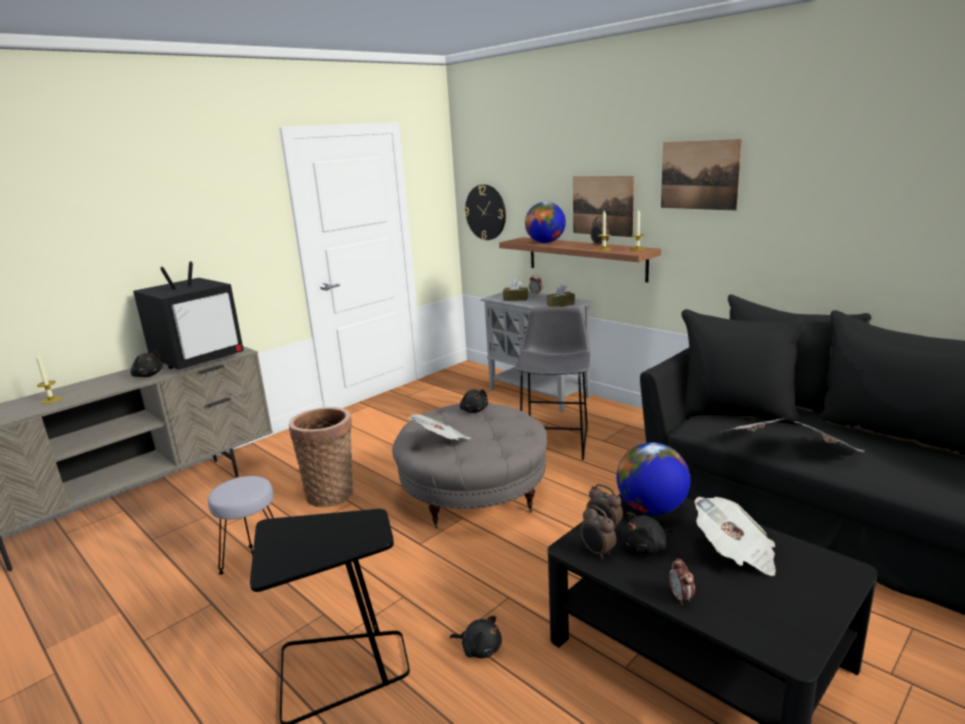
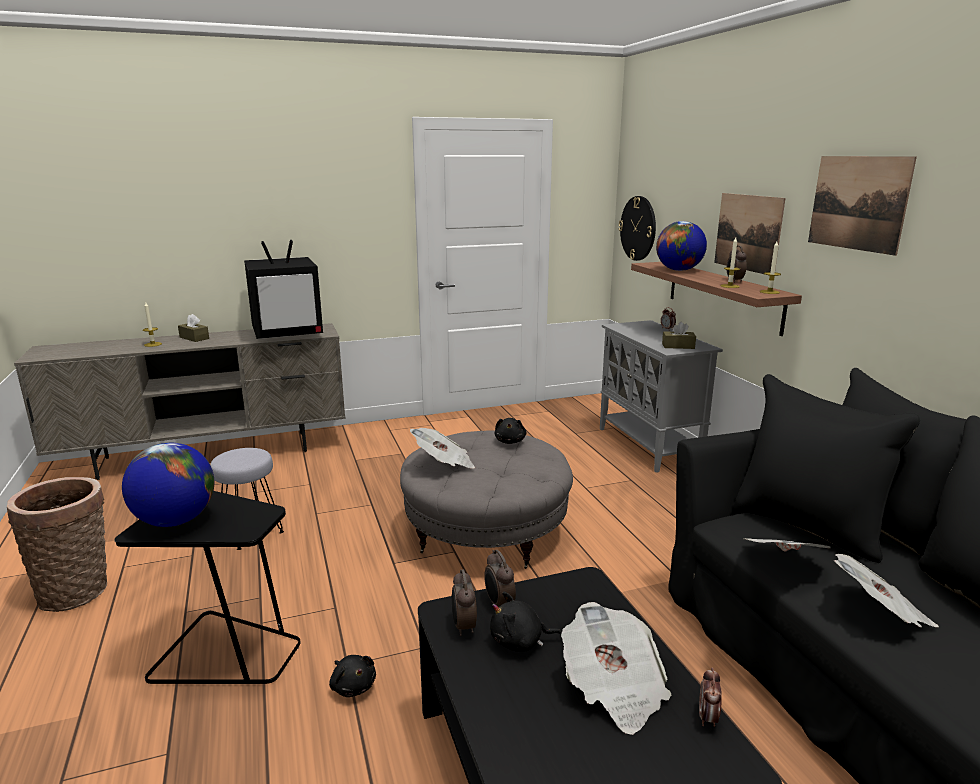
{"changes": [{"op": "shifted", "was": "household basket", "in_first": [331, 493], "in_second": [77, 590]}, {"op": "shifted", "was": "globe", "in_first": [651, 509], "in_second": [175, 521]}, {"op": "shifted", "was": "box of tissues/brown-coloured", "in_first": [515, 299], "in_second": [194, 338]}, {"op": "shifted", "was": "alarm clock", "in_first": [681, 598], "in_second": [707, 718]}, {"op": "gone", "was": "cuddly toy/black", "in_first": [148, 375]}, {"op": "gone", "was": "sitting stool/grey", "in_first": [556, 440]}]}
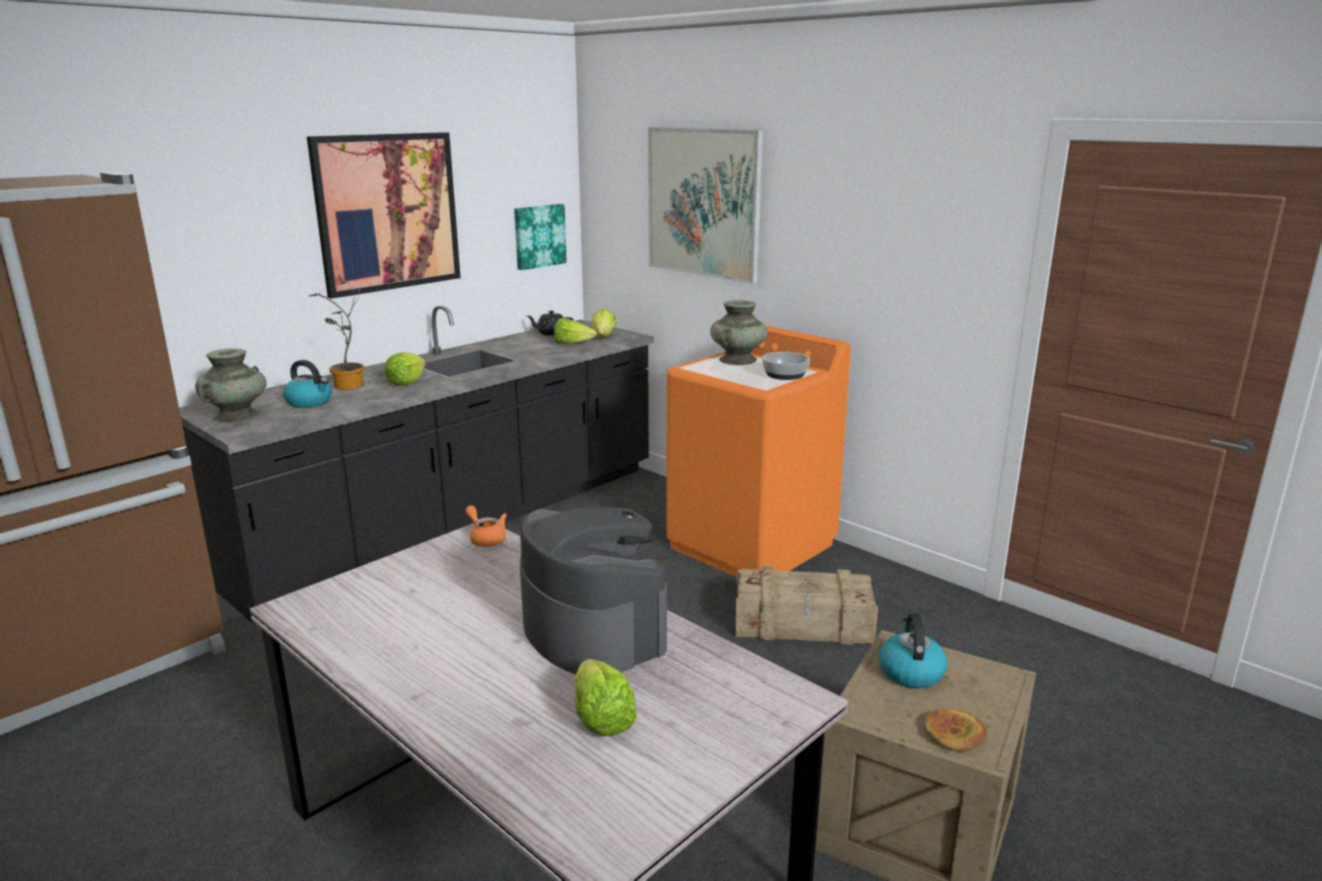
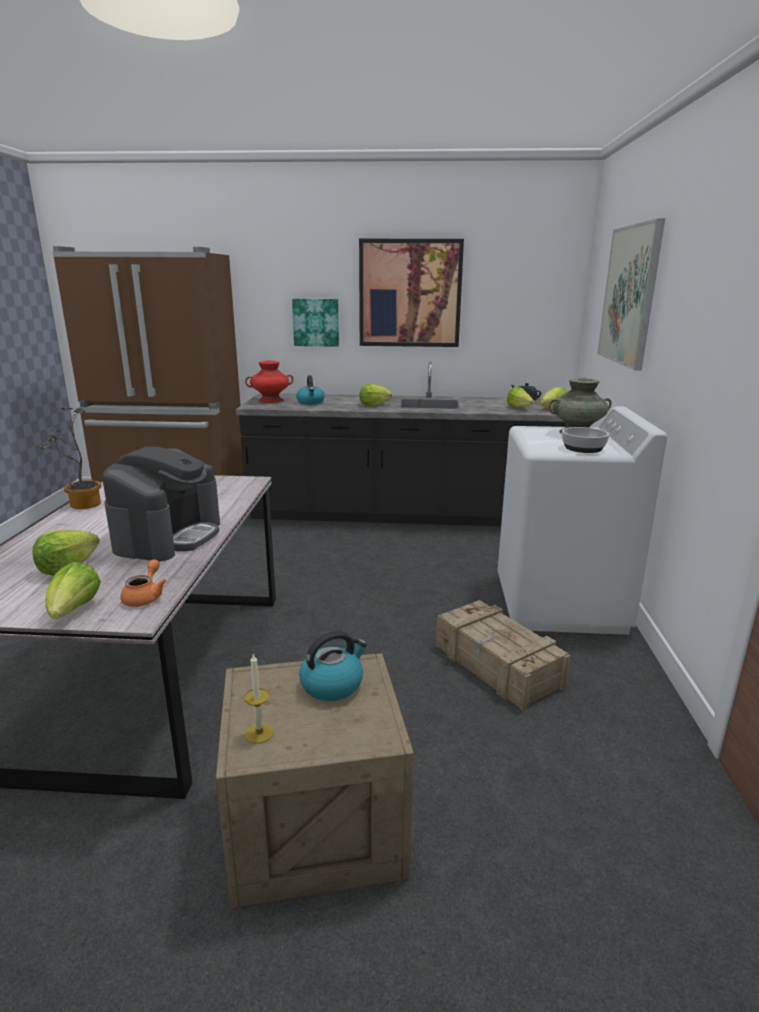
{"changes": [{"op": "shifted", "was": "plant in a pot", "in_first": [349, 387], "in_second": [81, 505]}, {"op": "new", "now": "lettuce head", "in_second": [74, 612]}, {"op": "shifted", "was": "teapot/orangey", "in_first": [486, 538], "in_second": [145, 597]}, {"op": "swapped", "was": "bread", "now": "wax light", "in_first": [954, 734], "in_second": [259, 733]}, {"op": "repainted", "was": "vase/turquoise", "now": "vase/red", "in_first": [236, 416], "in_second": [270, 400]}, {"op": "shifted", "was": "wall art", "in_first": [539, 236], "in_second": [316, 322]}, {"op": "repainted", "was": "laundry machine/orangey", "now": "laundry machine/white", "in_first": [752, 546], "in_second": [560, 604]}]}
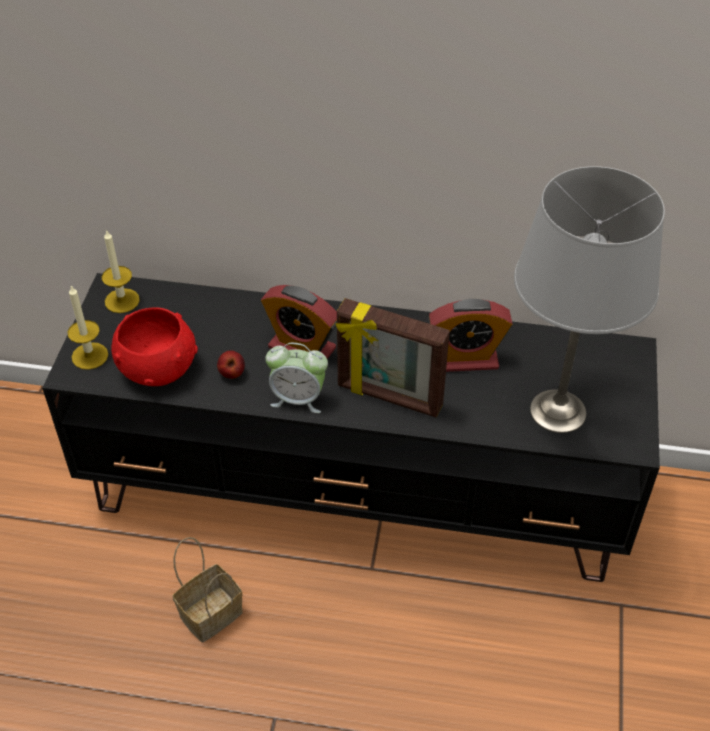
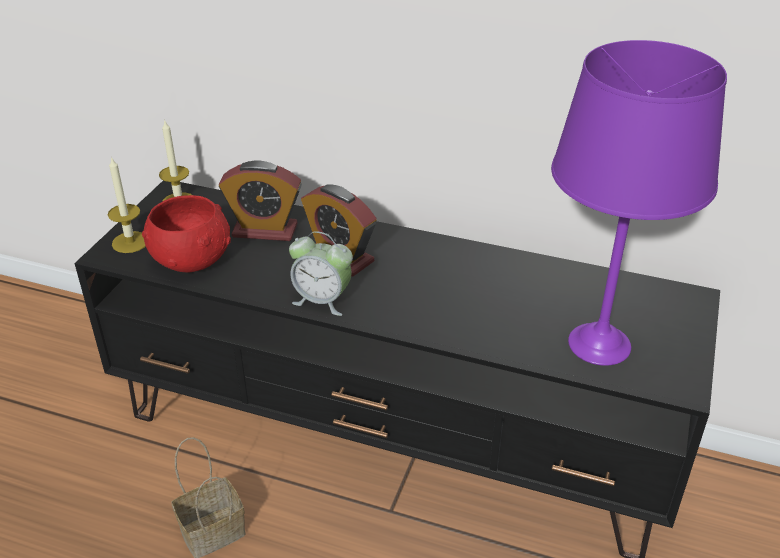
{"changes": [{"op": "shifted", "was": "alarm clock", "in_first": [466, 359], "in_second": [265, 230]}, {"op": "repainted", "was": "lamp for a table/grey", "now": "lamp for a table/purple-coloured", "in_first": [557, 412], "in_second": [598, 344]}, {"op": "gone", "was": "apple fruit", "in_first": [232, 373]}, {"op": "gone", "was": "photo frame", "in_first": [389, 397]}]}
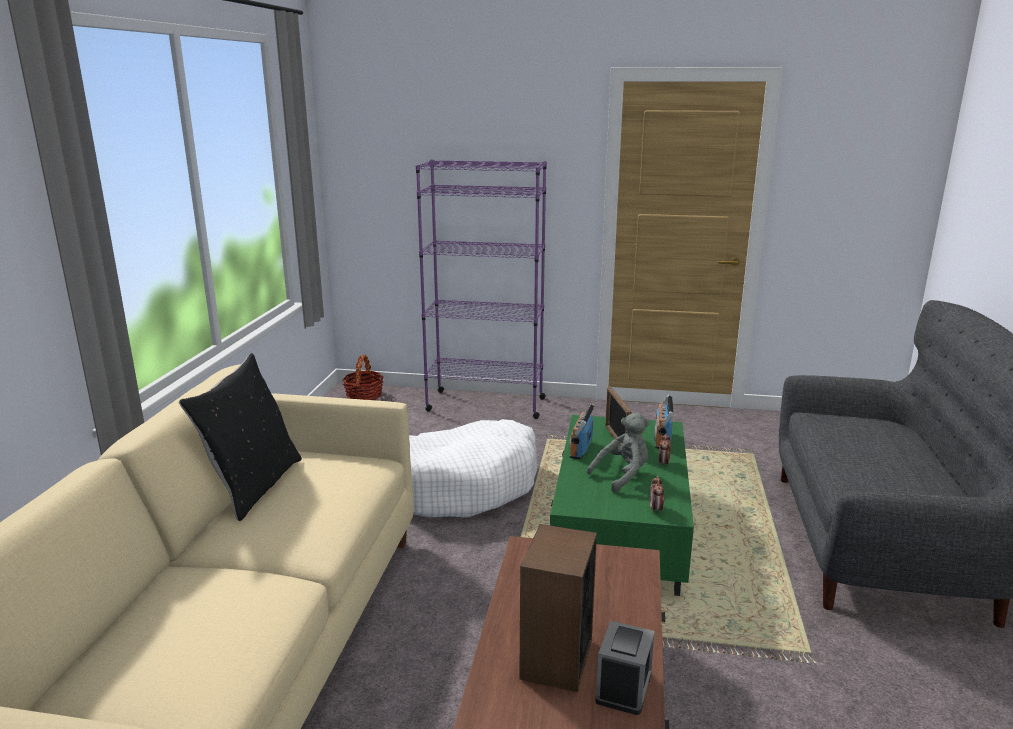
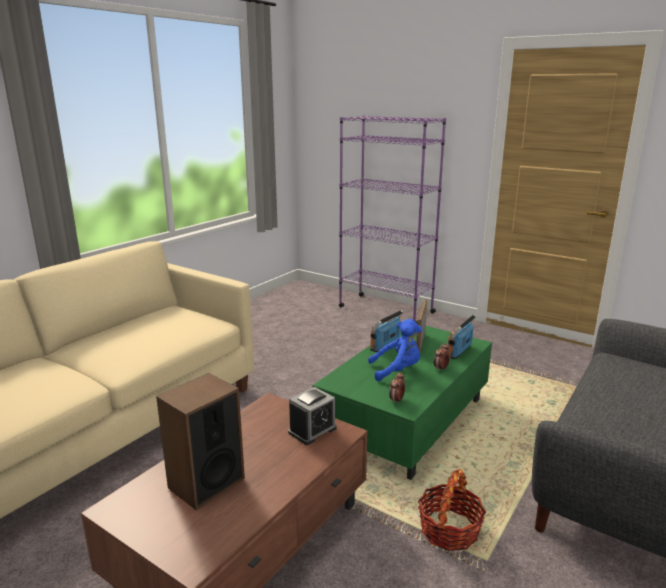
{"changes": [{"op": "shifted", "was": "alarm clock", "in_first": [624, 687], "in_second": [312, 430]}, {"op": "repainted", "was": "cuddly toy/grey", "now": "cuddly toy/bluish", "in_first": [622, 476], "in_second": [397, 371]}, {"op": "shifted", "was": "household basket", "in_first": [364, 396], "in_second": [449, 530]}, {"op": "gone", "was": "throw pillow/black", "in_first": [253, 486]}, {"op": "gone", "was": "pet bed/white", "in_first": [461, 485]}]}
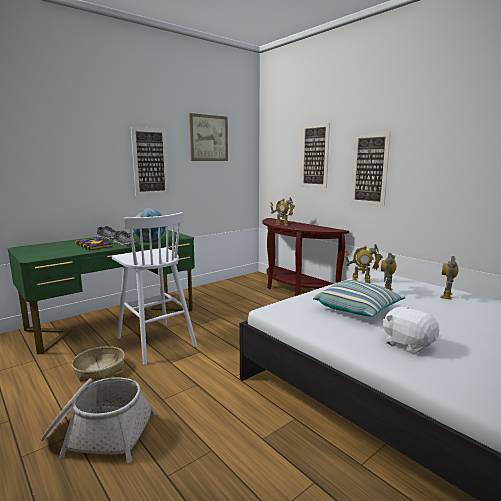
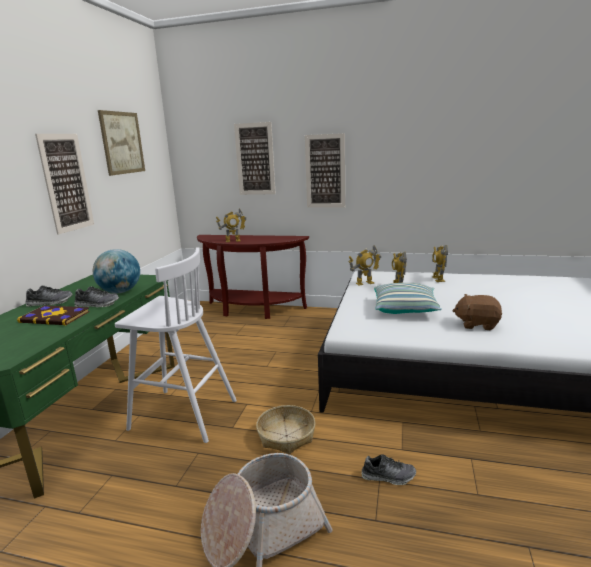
{"changes": [{"op": "shifted", "was": "household basket", "in_first": [99, 370], "in_second": [286, 436]}, {"op": "new", "now": "item of footwear", "in_second": [388, 476]}, {"op": "repainted", "was": "cuddly toy/white", "now": "cuddly toy/brown-coloured", "in_first": [408, 344], "in_second": [477, 324]}]}
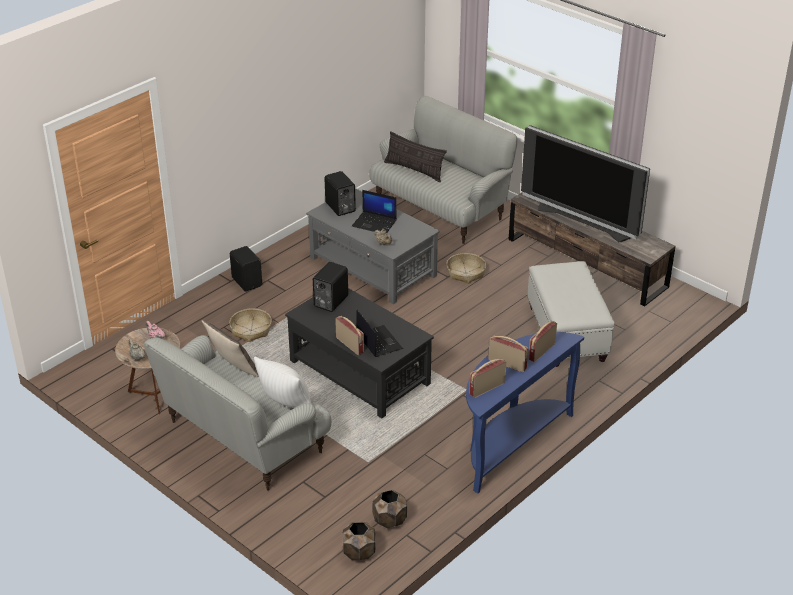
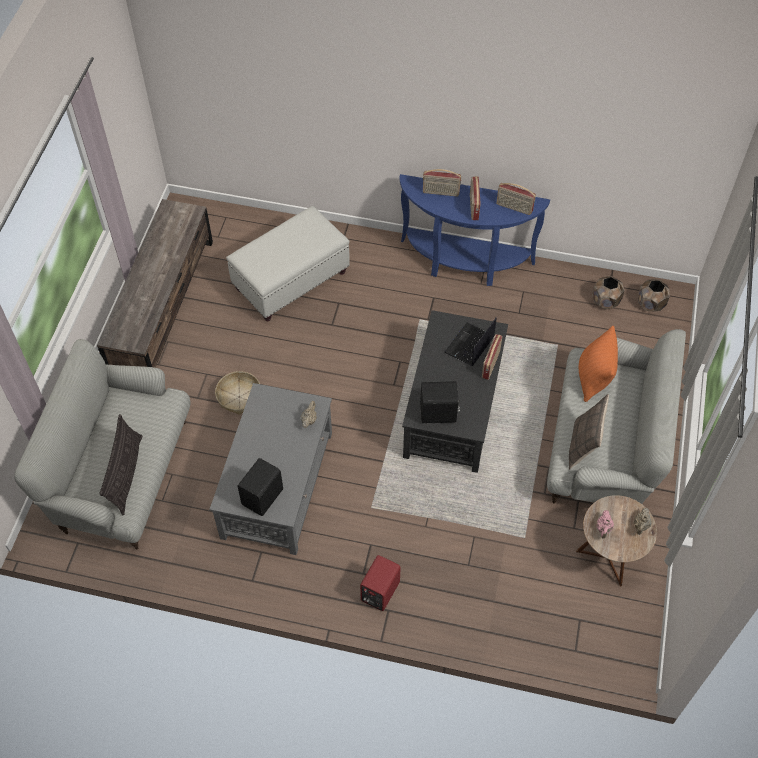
{"changes": [{"op": "repainted", "was": "speaker/black", "now": "speaker/red", "in_first": [247, 281], "in_second": [379, 591]}, {"op": "repainted", "was": "throw pillow/white", "now": "throw pillow/orangey", "in_first": [285, 403], "in_second": [593, 378]}, {"op": "gone", "was": "household basket", "in_first": [251, 330]}, {"op": "gone", "was": "notebook computer", "in_first": [375, 223]}, {"op": "gone", "was": "television", "in_first": [583, 222]}]}
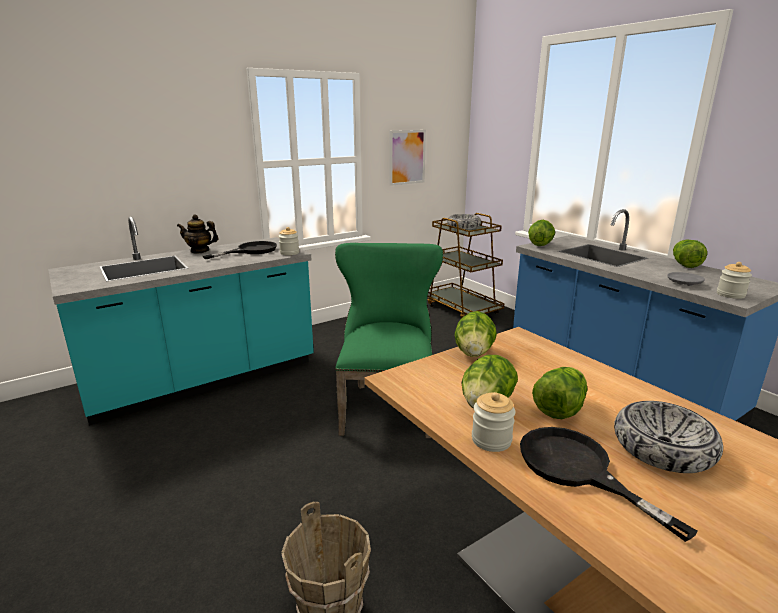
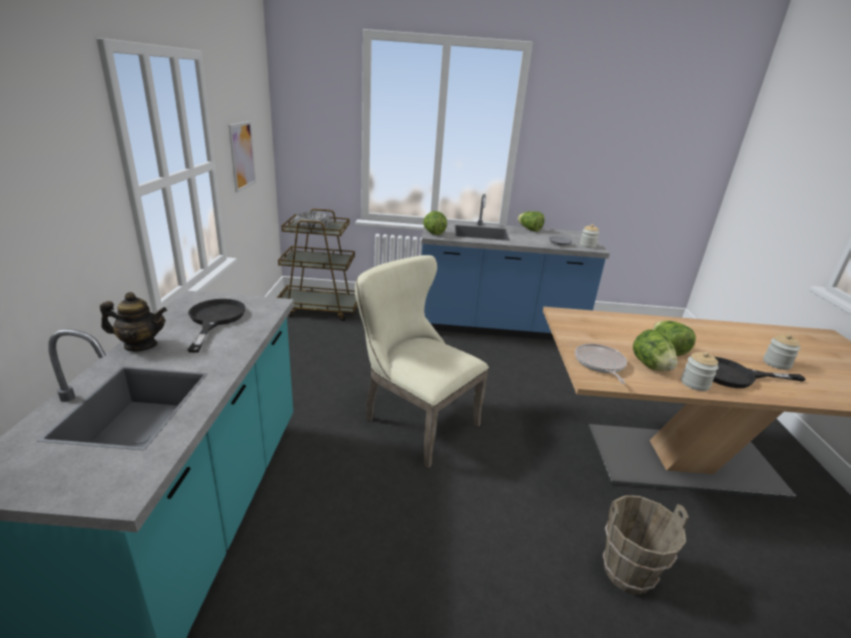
{"changes": [{"op": "rotated", "was": "teapot", "in_first": [200, 251], "in_second": [140, 345], "clockwise": -135}, {"op": "repainted", "was": "upright chair/green-coloured", "now": "upright chair/sand-coloured", "in_first": [387, 405], "in_second": [414, 421]}, {"op": "new", "now": "pan", "in_second": [600, 364]}, {"op": "shifted", "was": "storage jar", "in_first": [289, 253], "in_second": [776, 363]}, {"op": "gone", "was": "lettuce head", "in_first": [474, 353]}, {"op": "gone", "was": "deep dish", "in_first": [663, 448]}]}
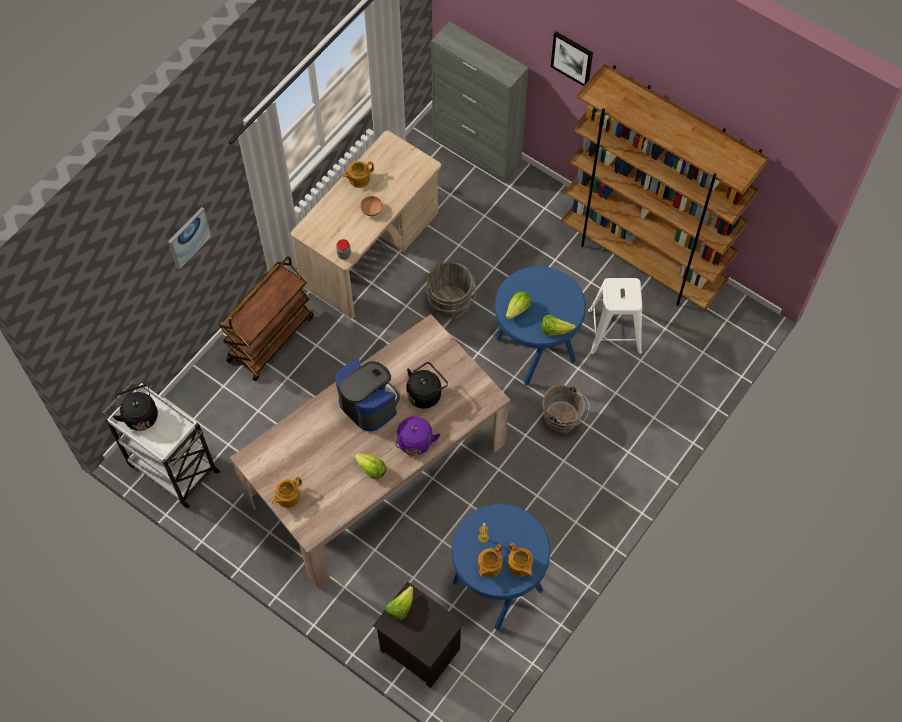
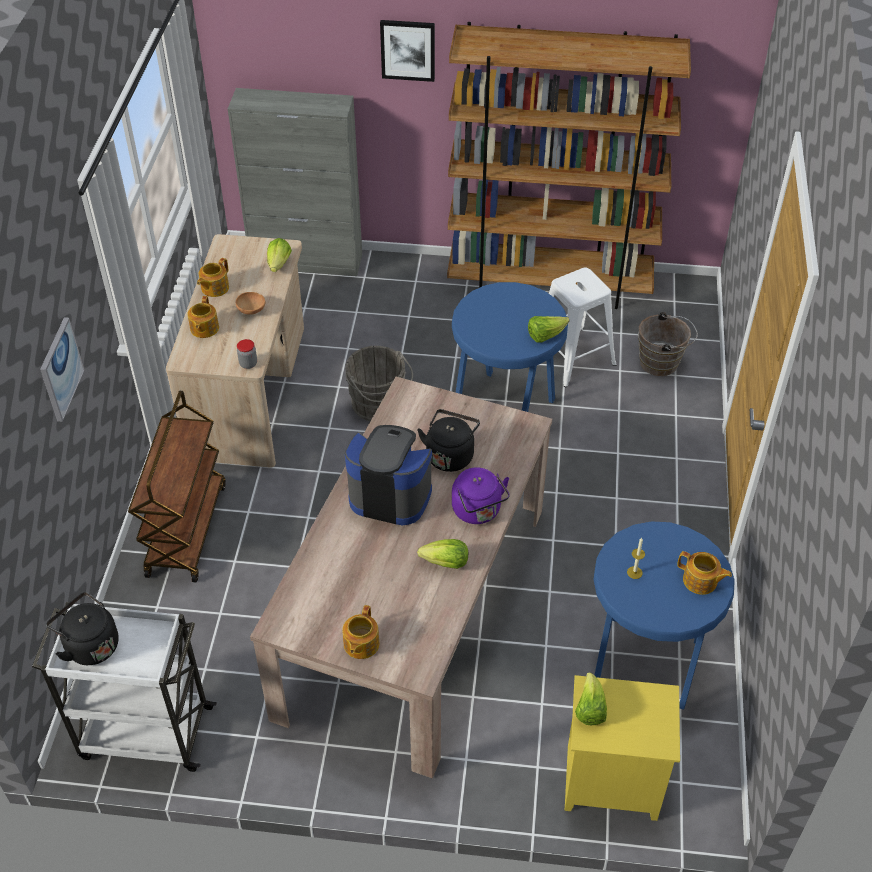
{"changes": [{"op": "shifted", "was": "teapot", "in_first": [489, 566], "in_second": [204, 329]}, {"op": "shifted", "was": "lettuce head", "in_first": [518, 309], "in_second": [279, 264]}, {"op": "repainted", "was": "night table/black", "now": "night table/yellowish", "in_first": [418, 650], "in_second": [609, 783]}, {"op": "shifted", "was": "bucket/brown-coloured", "in_first": [563, 421], "in_second": [662, 363]}]}
